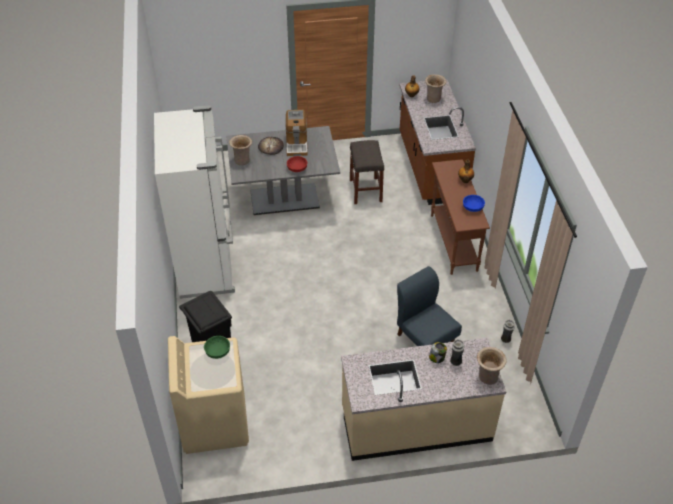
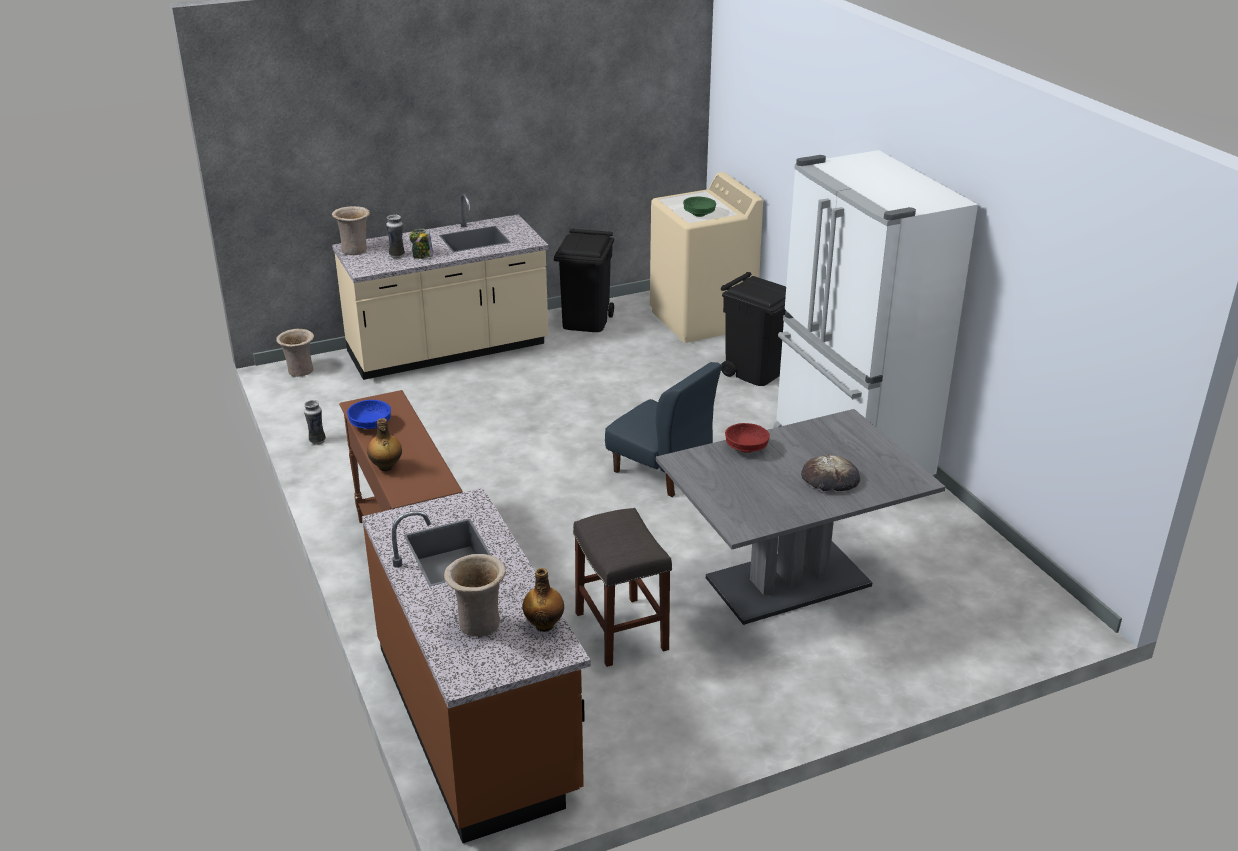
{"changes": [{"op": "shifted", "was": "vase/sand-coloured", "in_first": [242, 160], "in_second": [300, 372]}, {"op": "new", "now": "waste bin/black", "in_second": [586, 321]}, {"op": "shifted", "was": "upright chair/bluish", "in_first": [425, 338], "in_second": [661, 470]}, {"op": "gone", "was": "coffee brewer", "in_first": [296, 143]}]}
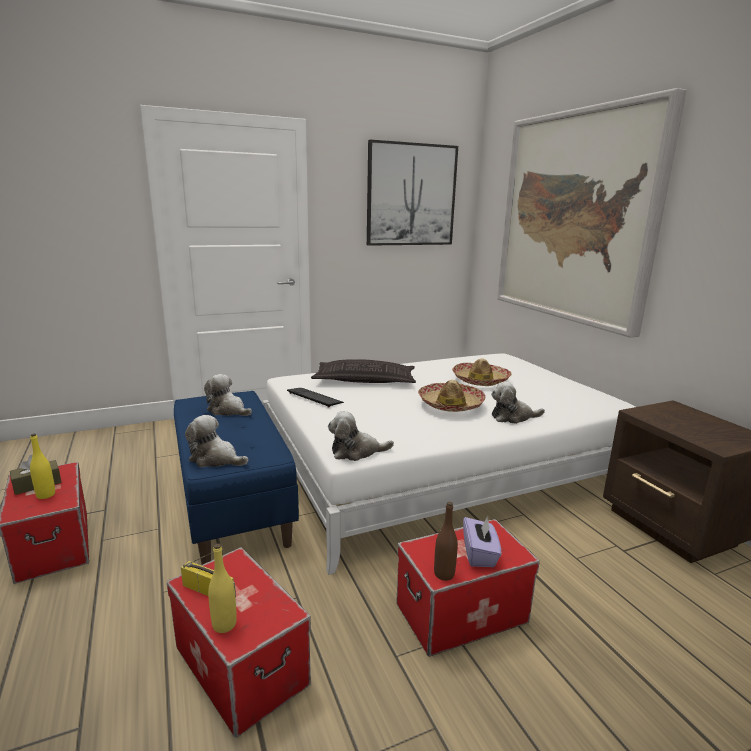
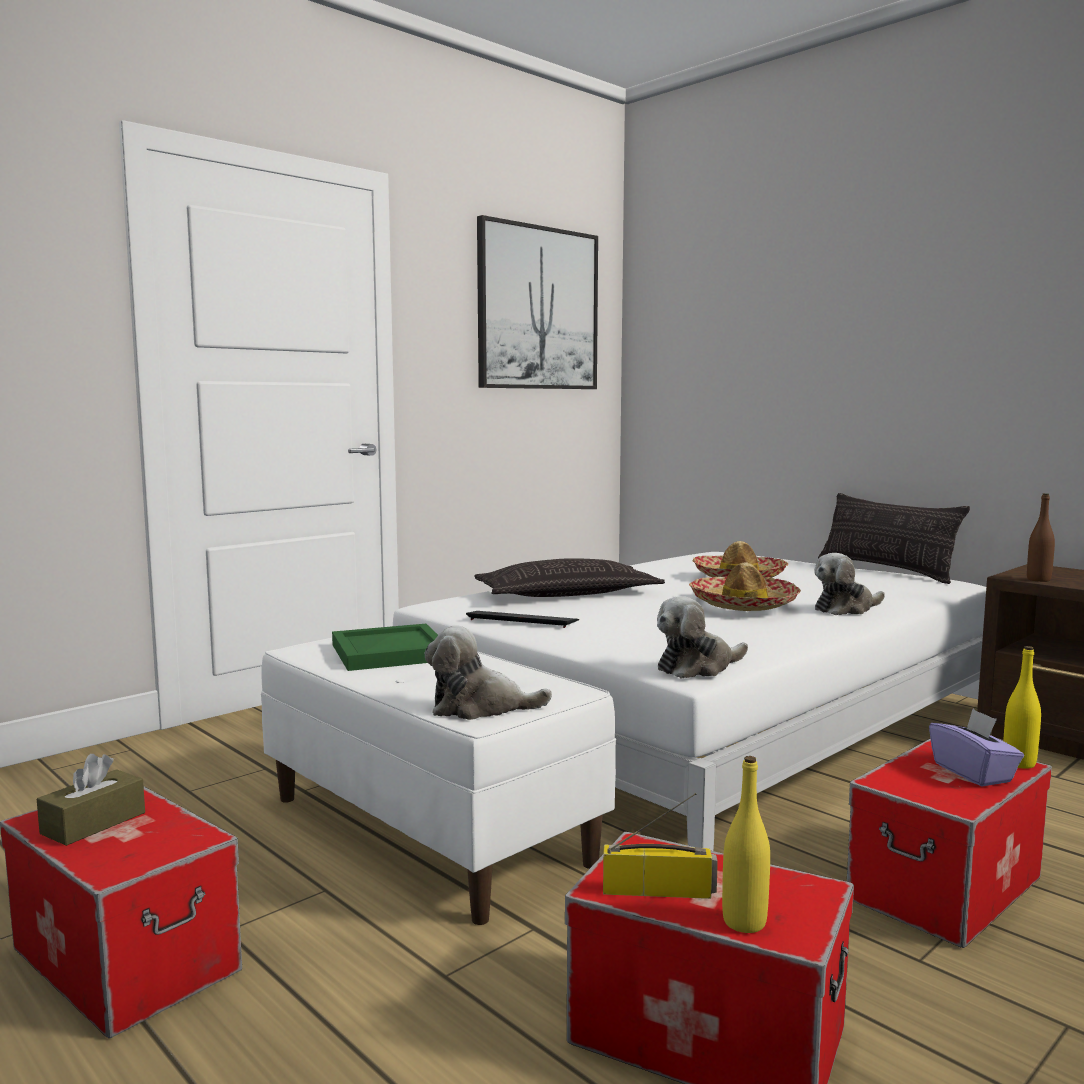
{"changes": [{"op": "repainted", "was": "indoor bench/bluish", "now": "indoor bench/white", "in_first": [234, 504], "in_second": [430, 829]}, {"op": "swapped", "was": "cuddly toy", "now": "carrying tray/green-coloured", "in_first": [228, 410], "in_second": [391, 652]}, {"op": "new", "now": "throw pillow", "in_second": [886, 570]}, {"op": "shifted", "was": "drink bottle/yellowish", "in_first": [46, 495], "in_second": [1019, 763]}, {"op": "shifted", "was": "drink bottle/brown-coloured", "in_first": [444, 574], "in_second": [1038, 580]}, {"op": "gone", "was": "wall art", "in_first": [575, 218]}]}
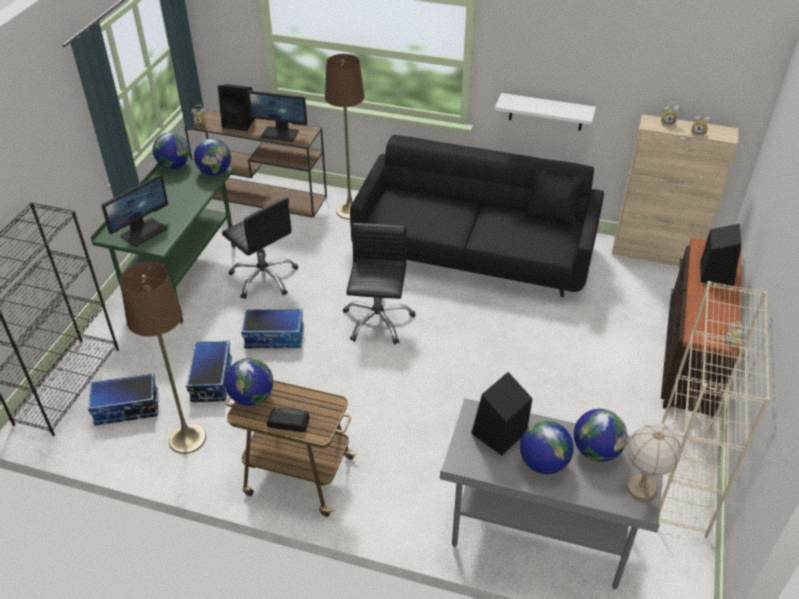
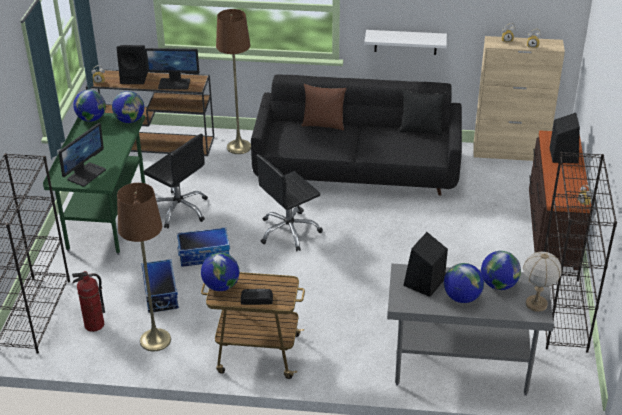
{"changes": [{"op": "swapped", "was": "storage container", "now": "extinguisher", "in_first": [126, 409], "in_second": [94, 325]}, {"op": "rotated", "was": "desk chair/black", "in_first": [377, 320], "in_second": [289, 232], "clockwise": -120}, {"op": "new", "now": "throw pillow/brown-coloured", "in_second": [323, 124]}, {"op": "repainted", "was": "bookcase/sand-coloured", "now": "bookcase/black", "in_first": [683, 477], "in_second": [563, 313]}]}
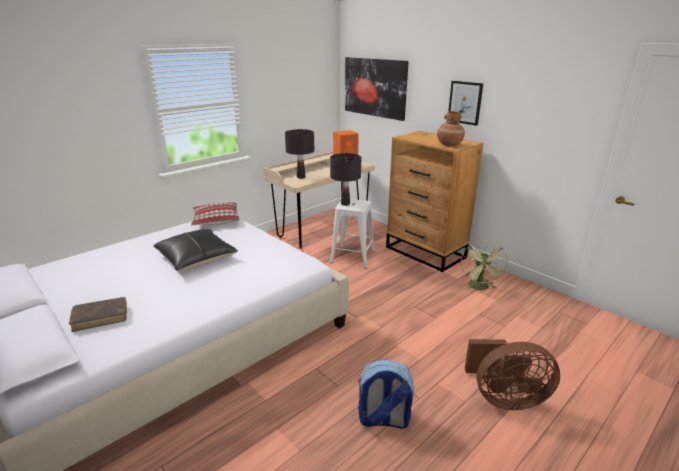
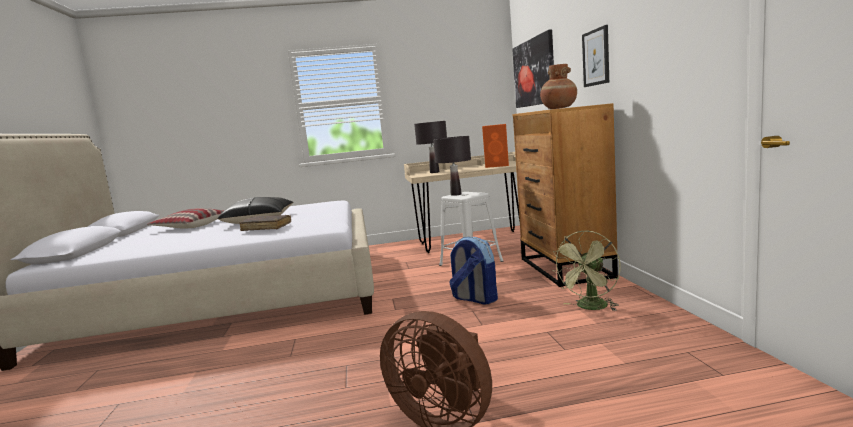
{"changes": [{"op": "shifted", "was": "throw pillow", "in_first": [216, 220], "in_second": [189, 226]}, {"op": "shifted", "was": "bound book/brown-coloured", "in_first": [100, 318], "in_second": [266, 227]}, {"op": "shifted", "was": "backpack", "in_first": [383, 419], "in_second": [474, 299]}]}
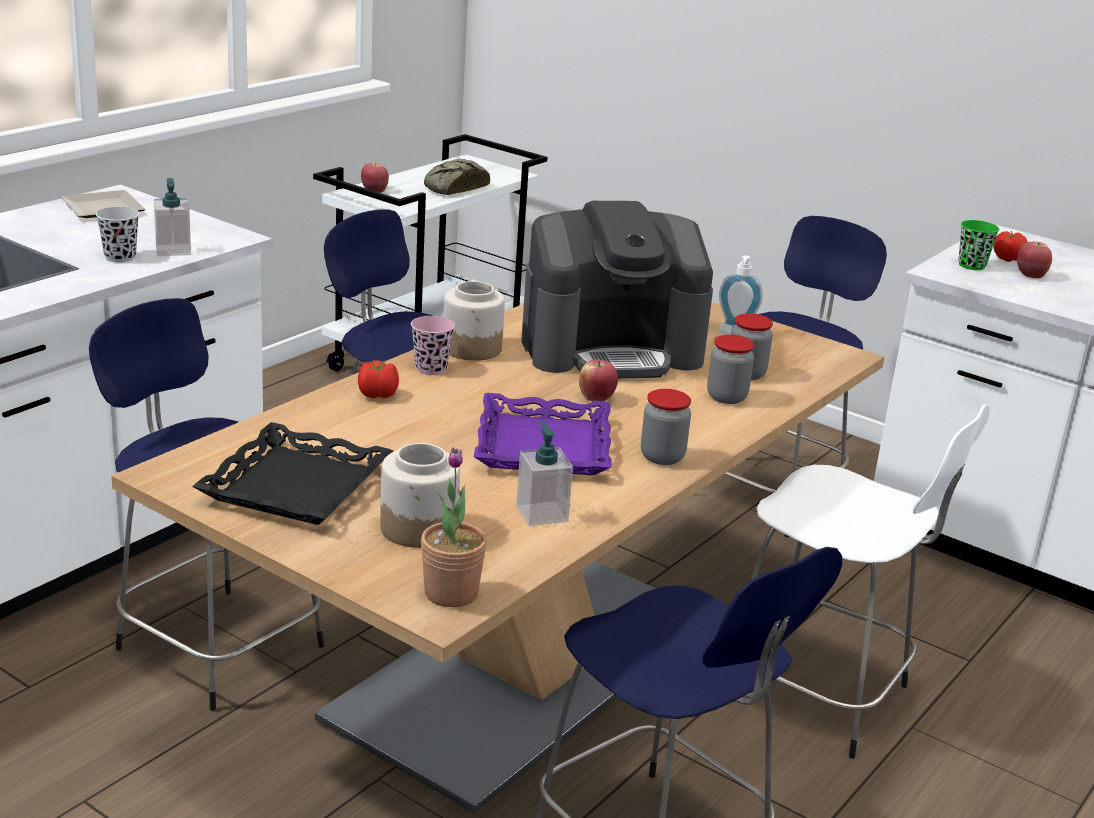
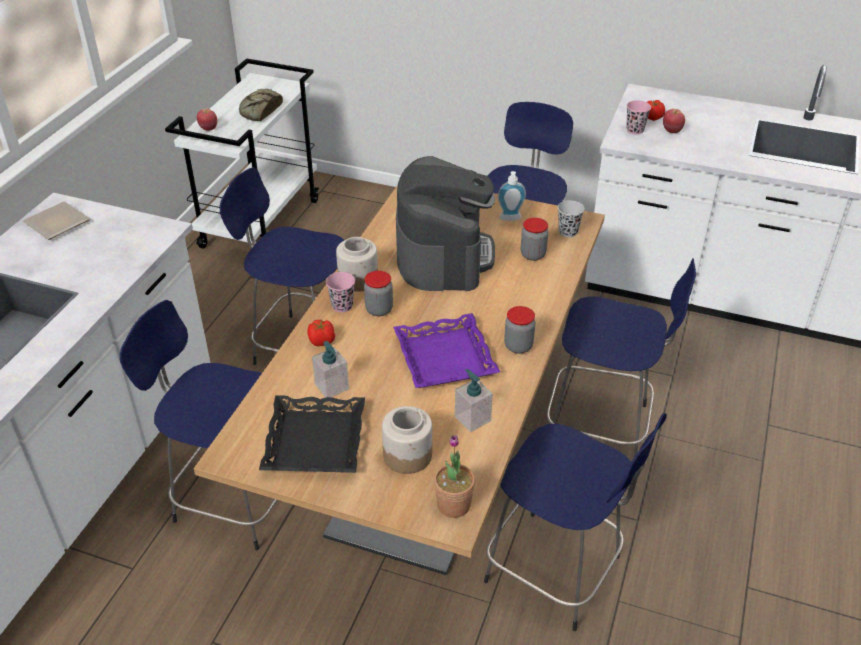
{"changes": [{"op": "shifted", "was": "liquid soap bottle", "in_first": [173, 250], "in_second": [332, 387]}, {"op": "shifted", "was": "storage jar", "in_first": [726, 397], "in_second": [379, 309]}, {"op": "rotated", "was": "coffee brewer", "in_first": [612, 349], "in_second": [443, 255], "clockwise": -60}, {"op": "repainted", "was": "sitting stool/white", "now": "sitting stool/bluish", "in_first": [820, 696], "in_second": [602, 427]}, {"op": "shifted", "was": "drinking cup/black", "in_first": [120, 257], "in_second": [568, 232]}, {"op": "repainted", "was": "drinking cup/green-coloured", "now": "drinking cup/pinkish", "in_first": [971, 265], "in_second": [635, 130]}, {"op": "gone", "was": "apple fruit", "in_first": [596, 399]}]}
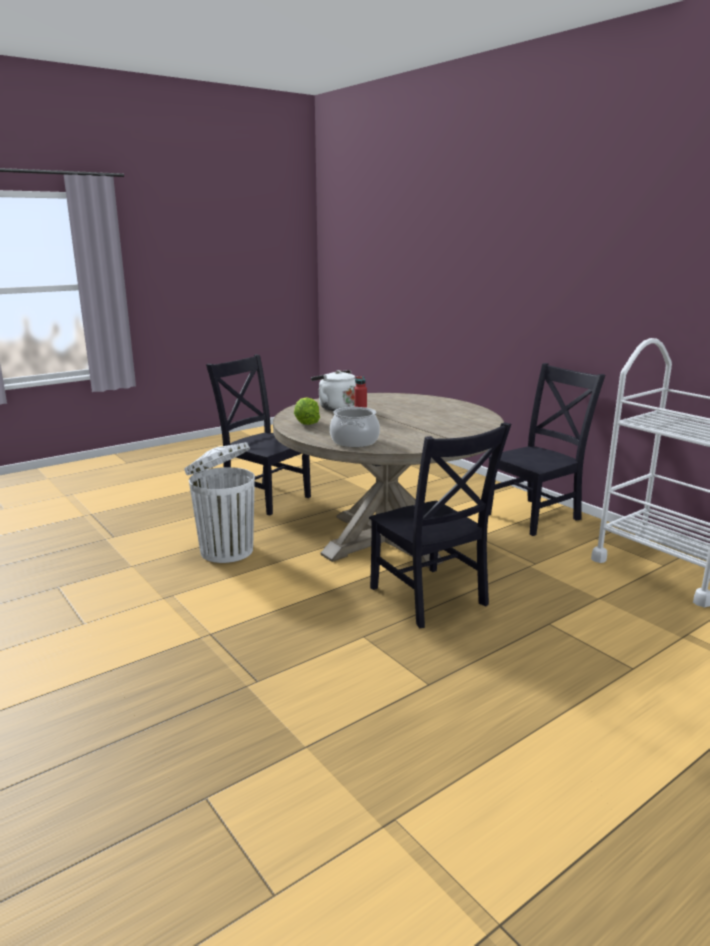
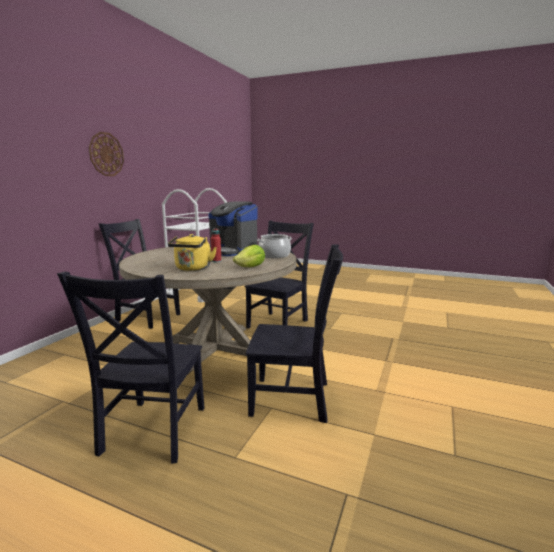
{"changes": [{"op": "new", "now": "clock on the wall", "in_second": [106, 154]}, {"op": "repainted", "was": "kettle/white", "now": "kettle/yellowish", "in_first": [336, 408], "in_second": [192, 269]}, {"op": "new", "now": "coffee brewer", "in_second": [232, 251]}, {"op": "swapped", "was": "waste bin/white", "now": "upright chair/black", "in_first": [225, 550], "in_second": [294, 399]}]}
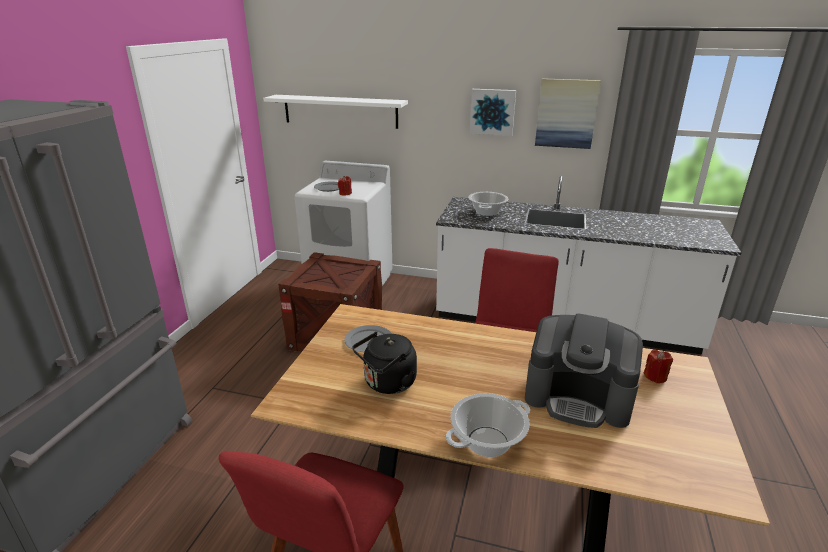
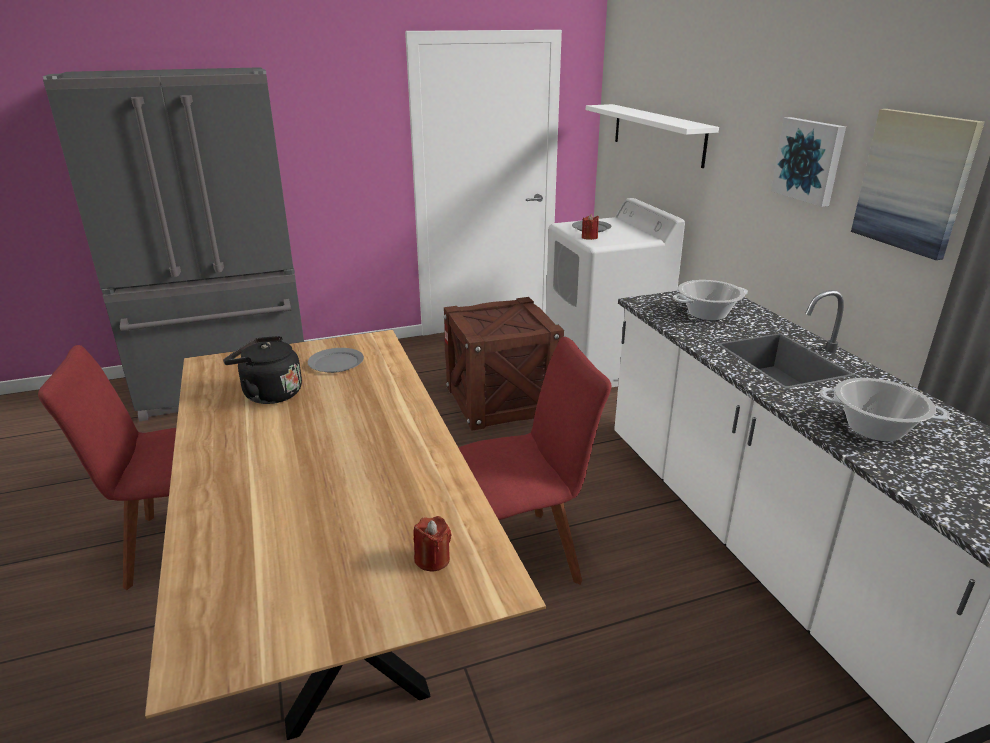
{"changes": [{"op": "shifted", "was": "cooking pot", "in_first": [488, 442], "in_second": [875, 429]}, {"op": "gone", "was": "coffee brewer", "in_first": [578, 397]}]}
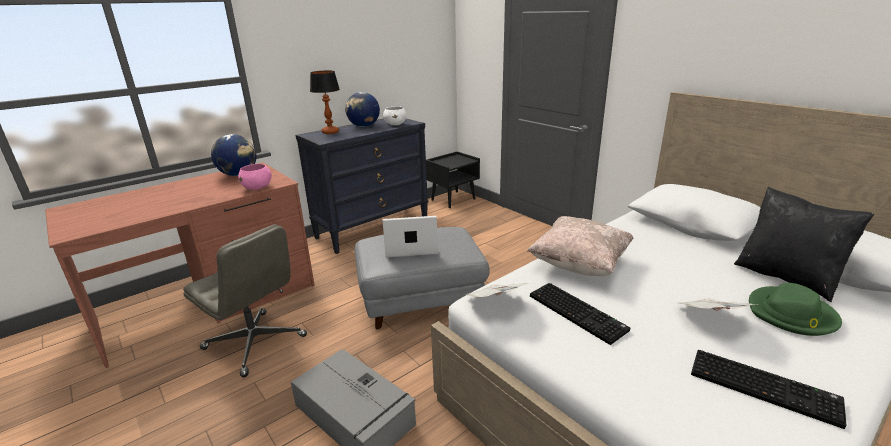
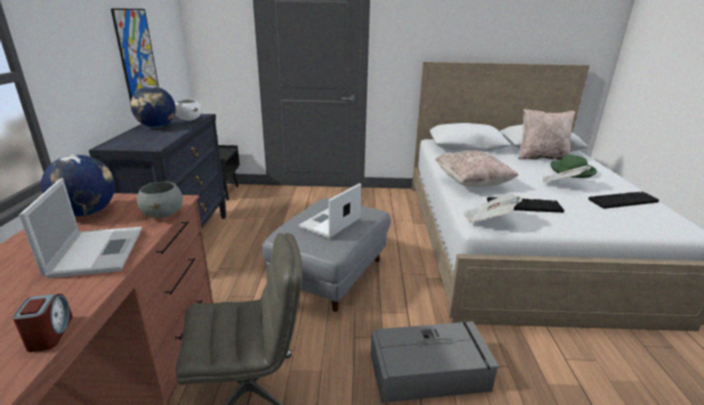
{"changes": [{"op": "new", "now": "alarm clock", "in_second": [50, 334]}, {"op": "new", "now": "notebook computer", "in_second": [97, 251]}, {"op": "new", "now": "wall art", "in_second": [137, 55]}, {"op": "repainted", "was": "deep dish/pinkish", "now": "deep dish/grey", "in_first": [258, 188], "in_second": [164, 214]}, {"op": "repainted", "was": "throw pillow/black", "now": "throw pillow/sand-coloured", "in_first": [786, 277], "in_second": [541, 157]}, {"op": "gone", "was": "lamp for a table", "in_first": [330, 132]}]}
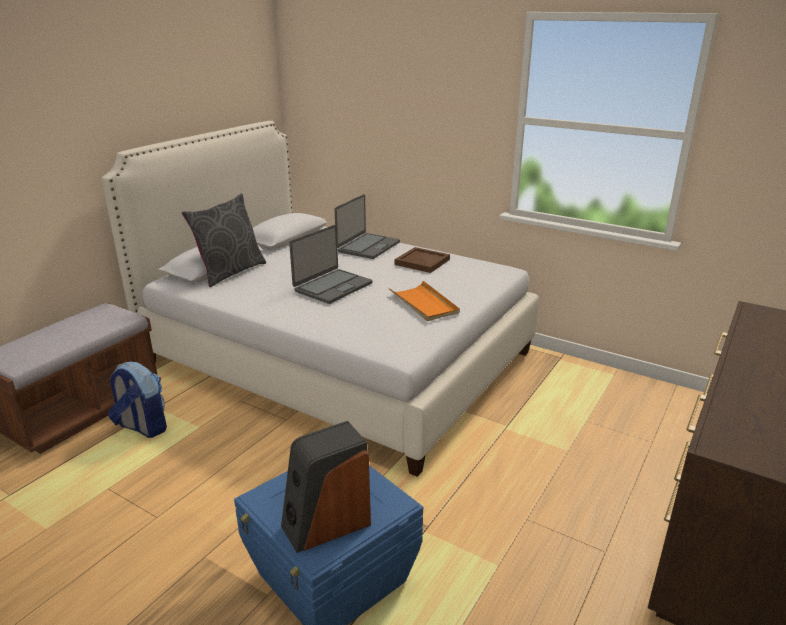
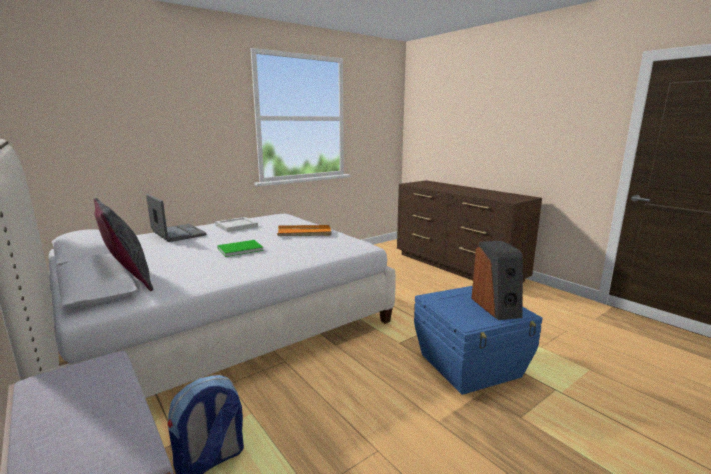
{"changes": [{"op": "repainted", "was": "carrying tray/brown-coloured", "now": "carrying tray/white", "in_first": [423, 262], "in_second": [237, 226]}, {"op": "swapped", "was": "notebook computer", "now": "bound book/green-coloured", "in_first": [332, 287], "in_second": [239, 249]}]}
